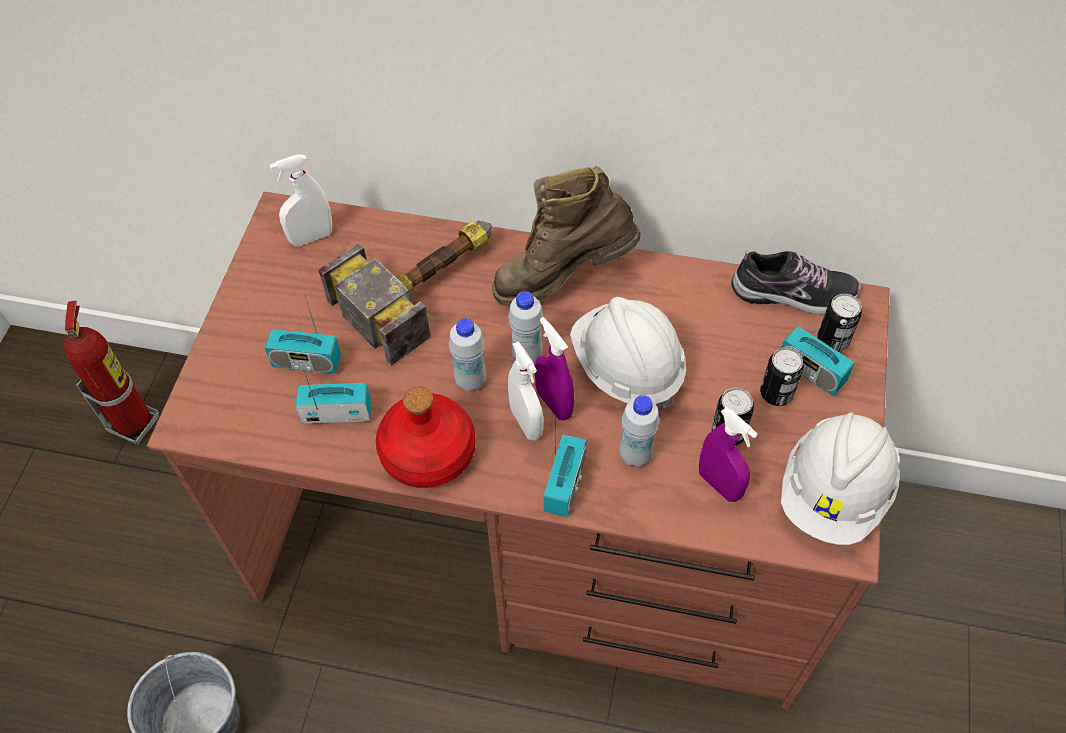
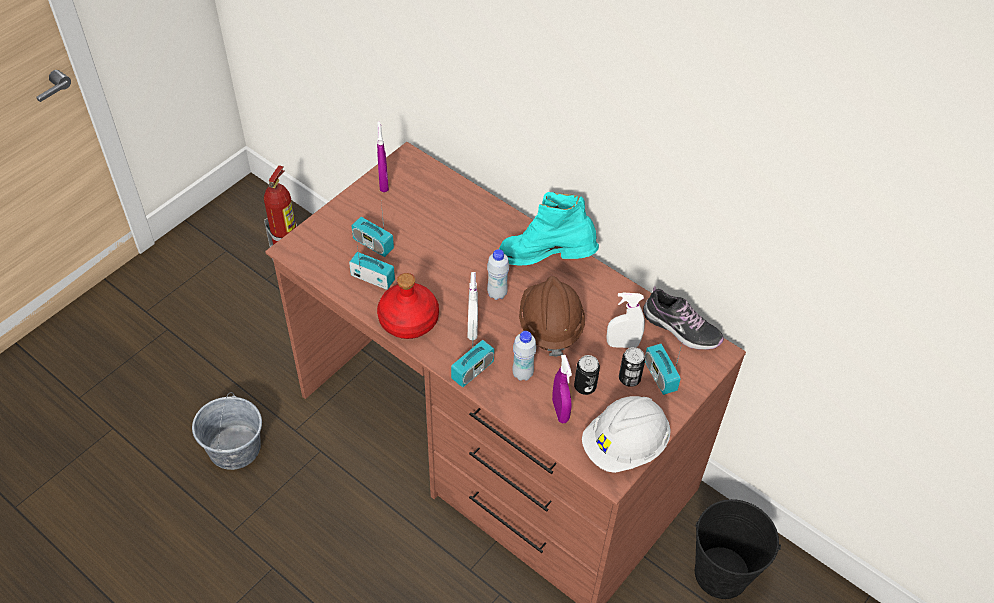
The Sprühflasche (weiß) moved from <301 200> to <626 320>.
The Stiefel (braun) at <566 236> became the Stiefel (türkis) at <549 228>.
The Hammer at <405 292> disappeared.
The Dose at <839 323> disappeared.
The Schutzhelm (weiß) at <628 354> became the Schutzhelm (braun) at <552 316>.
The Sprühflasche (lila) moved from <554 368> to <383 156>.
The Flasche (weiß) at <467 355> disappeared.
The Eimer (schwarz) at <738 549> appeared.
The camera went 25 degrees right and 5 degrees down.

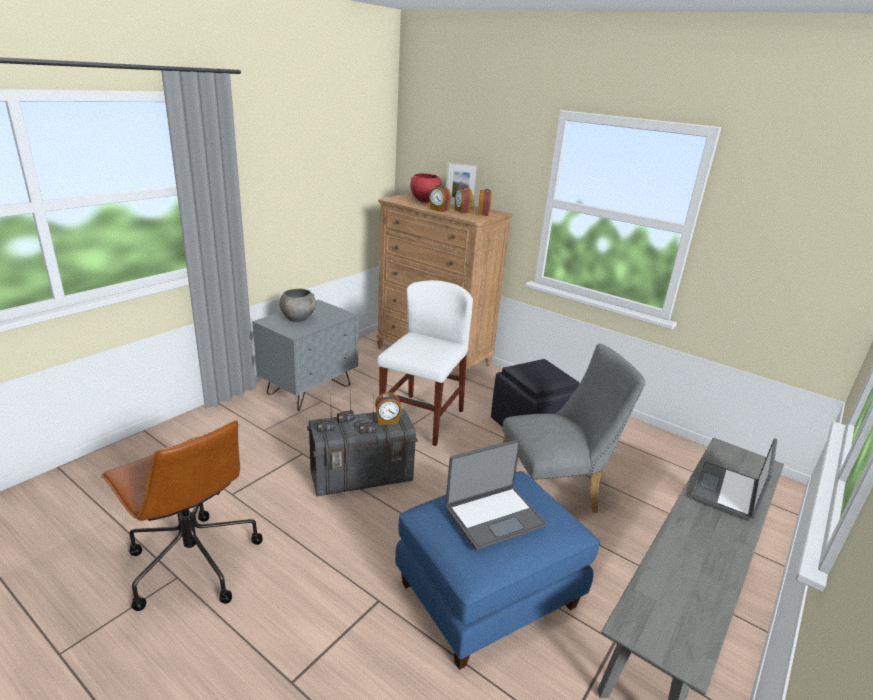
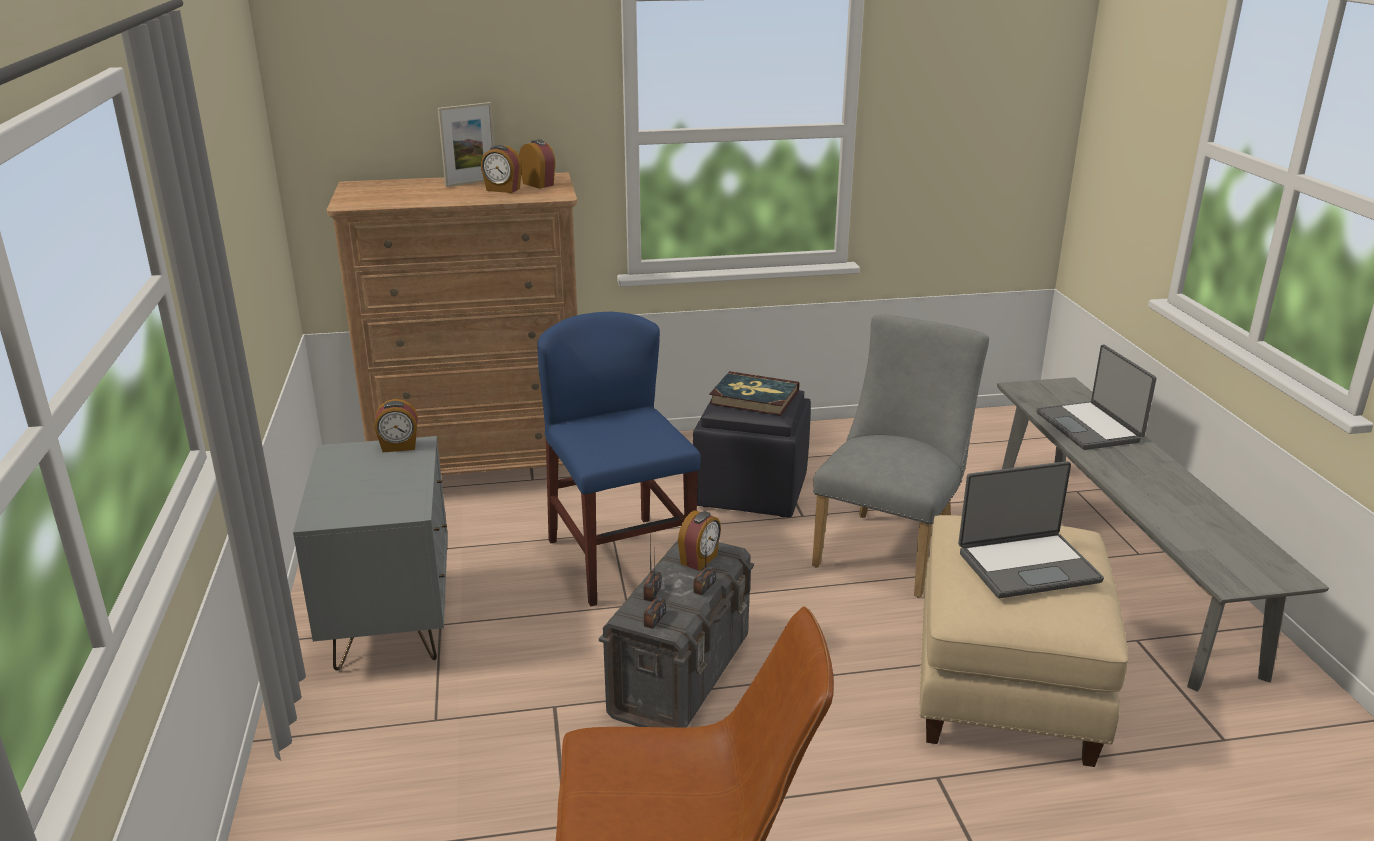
The Schüssel (rot) at <425 187> disappeared.
The Wecker moved from <440 198> to <396 425>.
The Stuhl (weiß) at <425 363> became the Stuhl (blau) at <619 459>.
The Schüssel (grau) at <298 305> disappeared.
The Laptop at <496 495> turned 60 degrees clockwise.
The Polsterhocker (blau) at <497 570> became the Polsterhocker (beige) at <1024 641>.
The Buch at <754 393> appeared.
The camera went 45 degrees left and 0 degrees up.

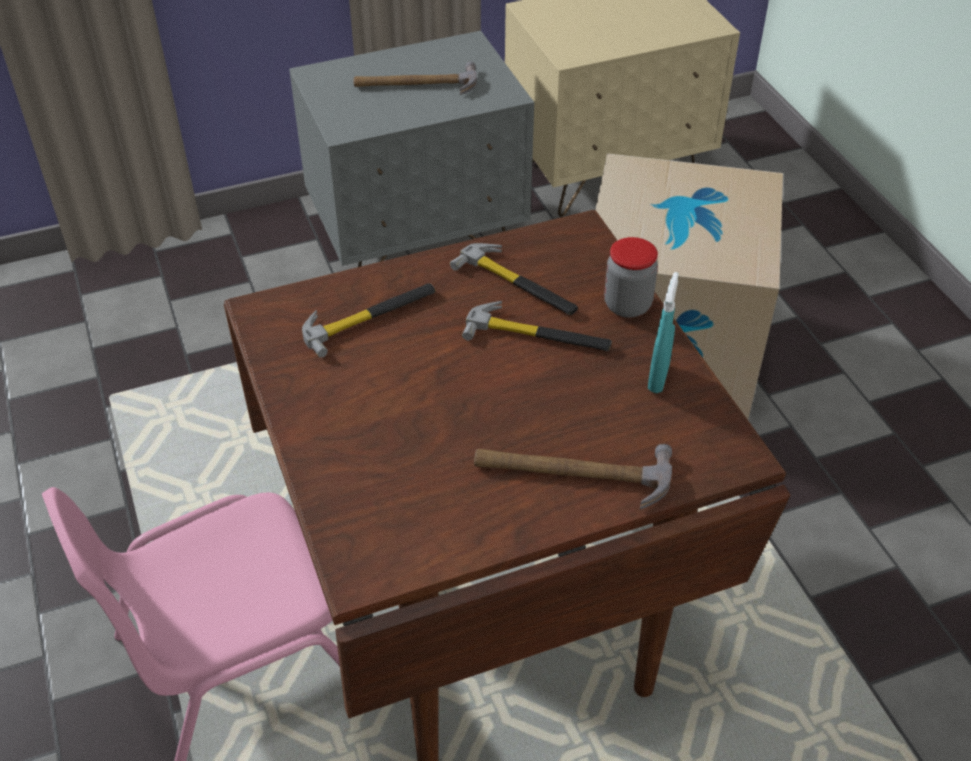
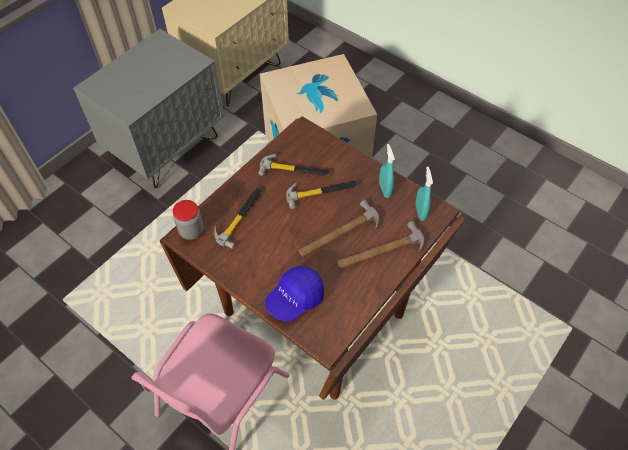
The Hammer moved from <415 78> to <338 228>.
The Vorratsglas moved from <631 277> to <188 220>.
The Sprühflasche (türkis) at <424 194> appeared.
The Kappe (blau) at <294 294> appeared.
The camera went 30 degrees left and 10 degrees up.

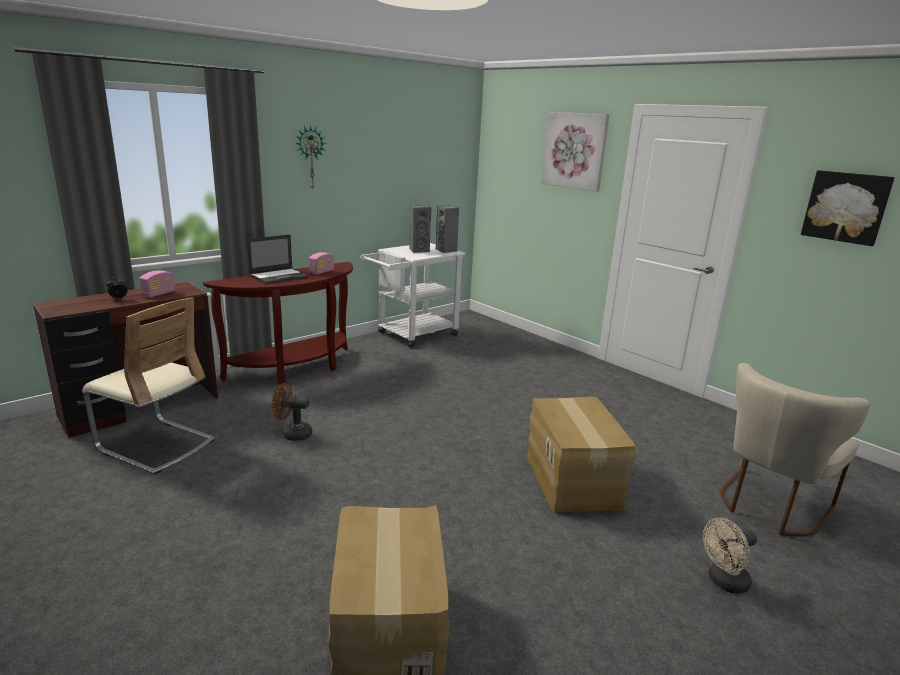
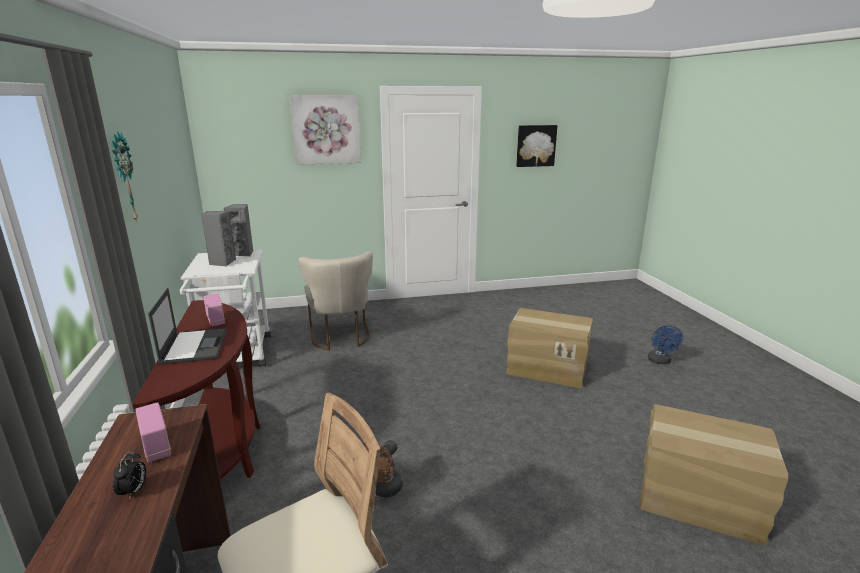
The Stuhl (beige) moved from <795 449> to <336 301>.
The Ventilator (beige) at <730 556> became the Ventilator (blau) at <665 344>.
The camera went 60 degrees left and 0 degrees up.

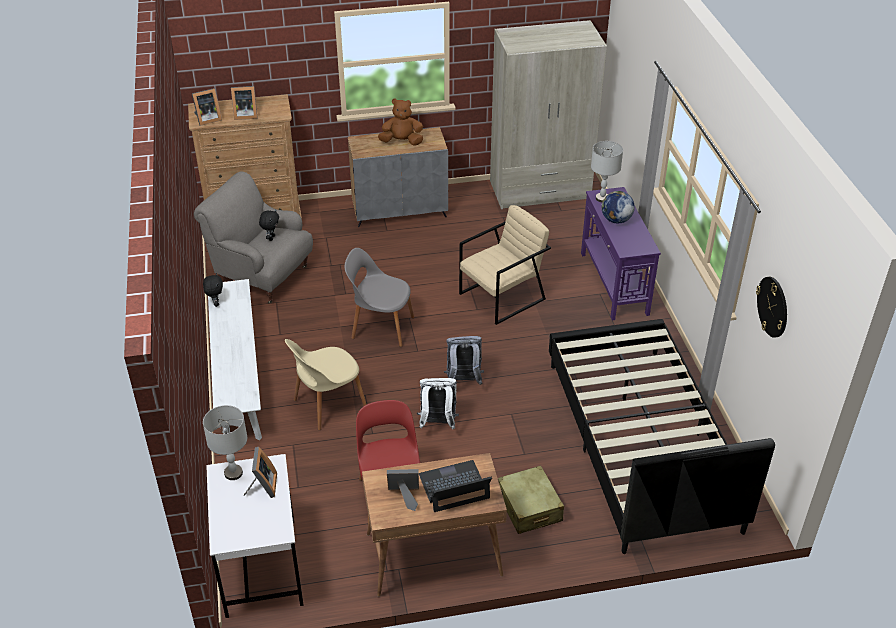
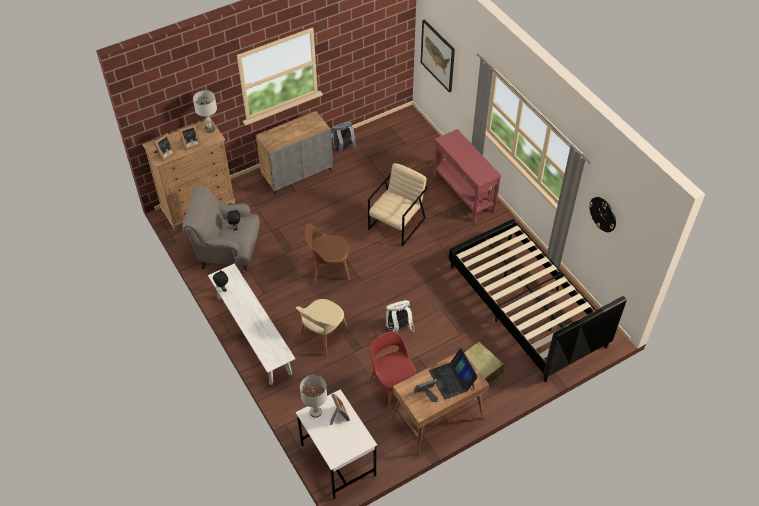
The Kleiderschrank (beige) at <548 114> disappeared.
The Plüschtier (braun) at <400 122> disappeared.
The Tischlampe (grau) moved from <607 171> to <205 111>.
The Konsolentisch (lila) at <621 253> became the Konsolentisch (rot) at <467 175>.
The Globus at <618 207> disappeared.
The Stuhl (grau) at <379 297> became the Stuhl (braun) at <327 254>.
The Rucksack (grau) moved from <464 360> to <344 137>.
The Laptop at <455 486> turned 75 degrees counterclockwise.
The Bild at <438 56> appeared.
The camera went 20 degrees left and 10 degrees up.

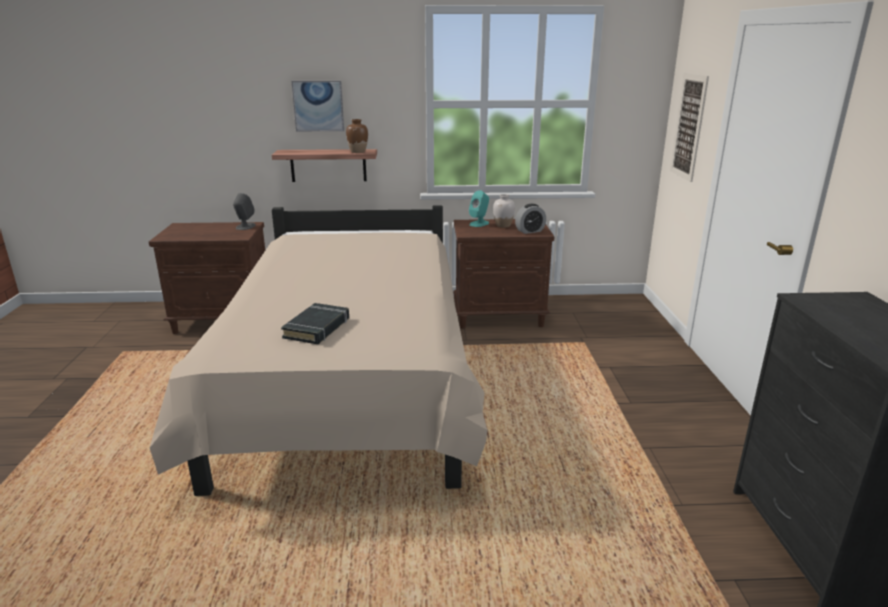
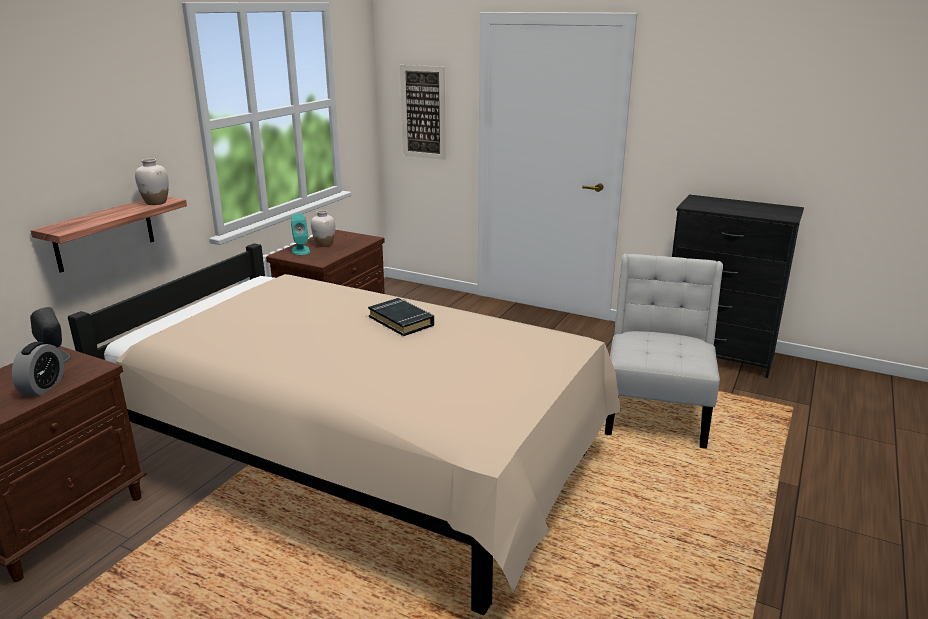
The Bild at <317 106> disappeared.
The Vase (braun) at <357 136> became the Vase (weiß) at <152 181>.
The Wecker moved from <530 219> to <38 369>.
The Buch (schwarz) moved from <315 323> to <401 317>.
The Stuhl (weiß) at <664 351> appeared.
The camera went 60 degrees left and 0 degrees up.

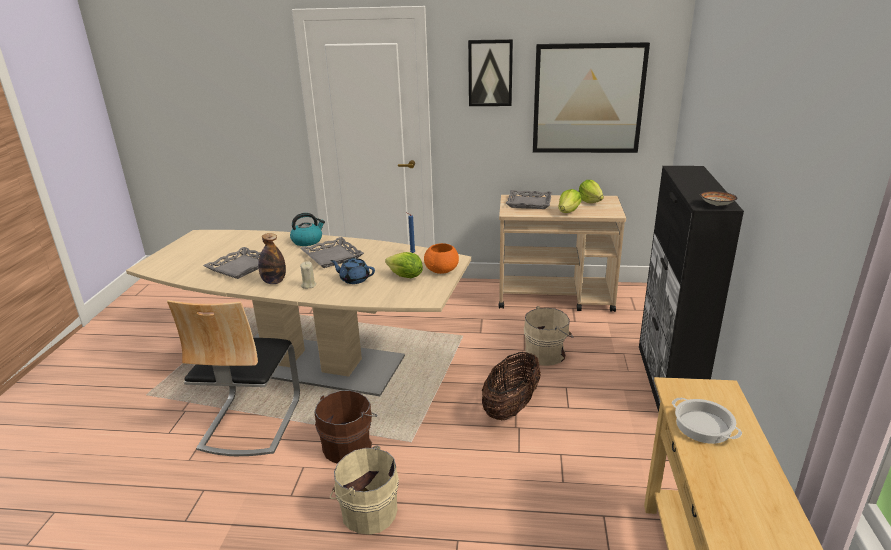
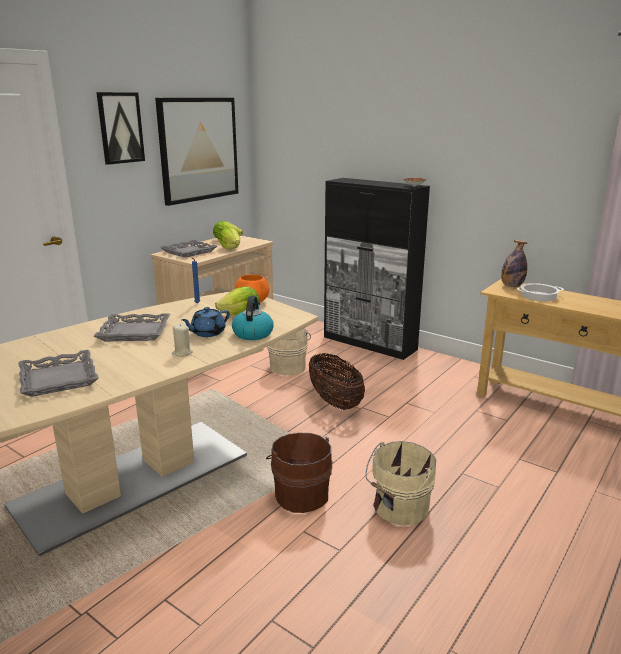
The Wasserkessel moved from <307 229> to <253 318>.
The Flasche moved from <272 258> to <514 263>.
The Stuhl at <233 378> disappeared.
The camera went 60 degrees left and 5 degrees down.

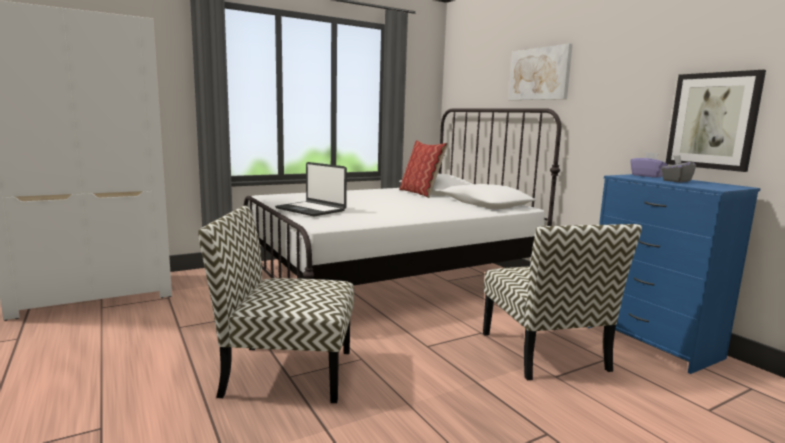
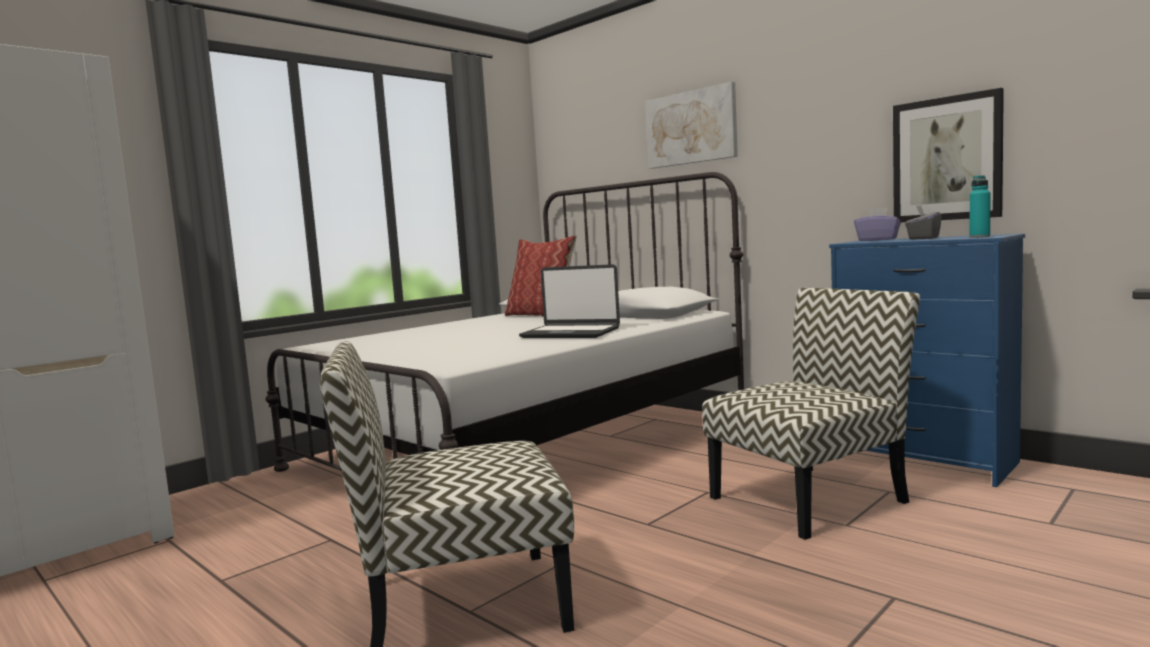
The Laptop moved from <311 189> to <569 301>.
The Stuhl at <562 302> turned 90 degrees counterclockwise.
The Flasche (türkis) at <980 206> appeared.
The camera went 15 degrees left and 5 degrees down.

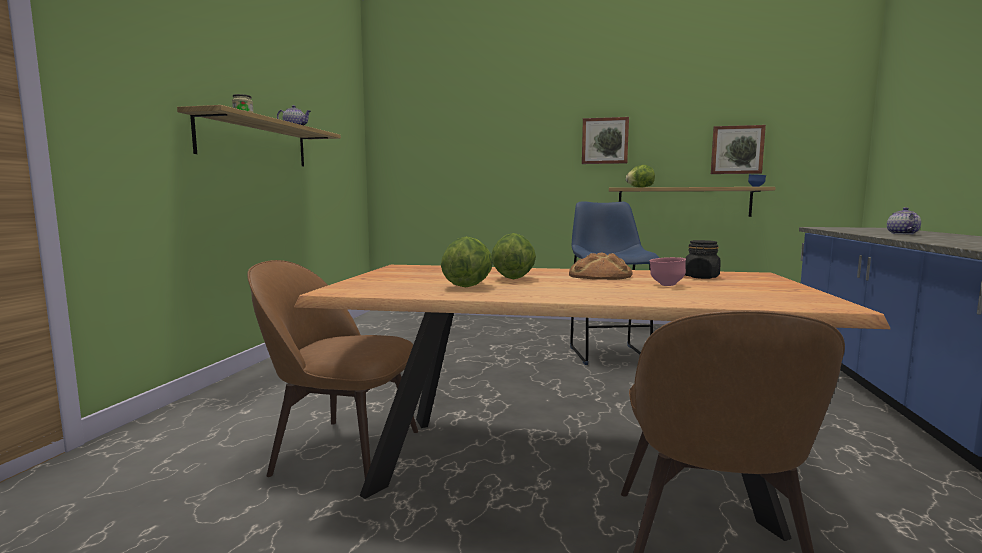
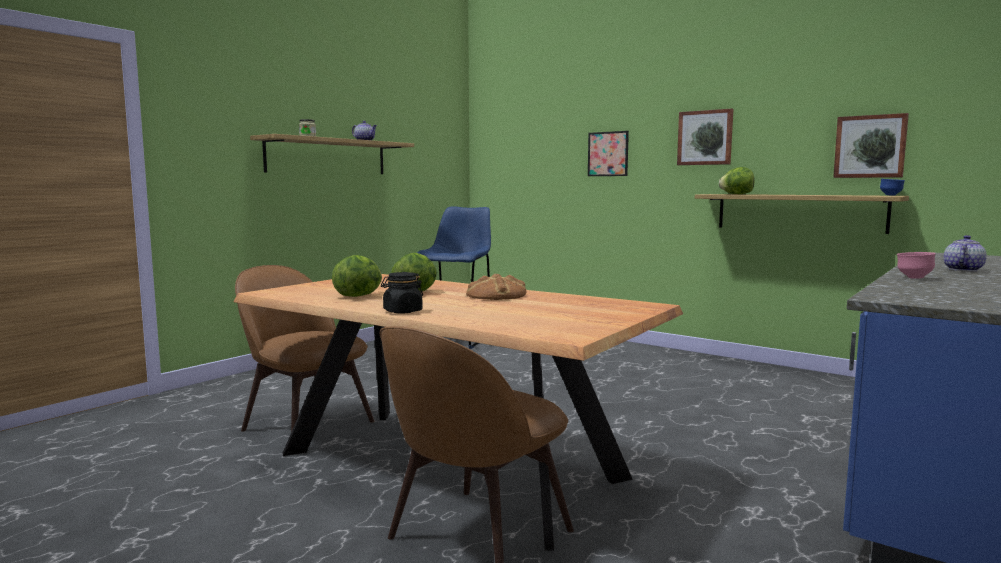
The Hocker (blau) moved from <614 283> to <454 277>.
The Vorratsglas (schwarz) moved from <703 259> to <402 293>.
The Schüssel (rosa) moved from <667 271> to <916 265>.
The Bild at <608 153> appeared.
The camera went 25 degrees right and 0 degrees up.

